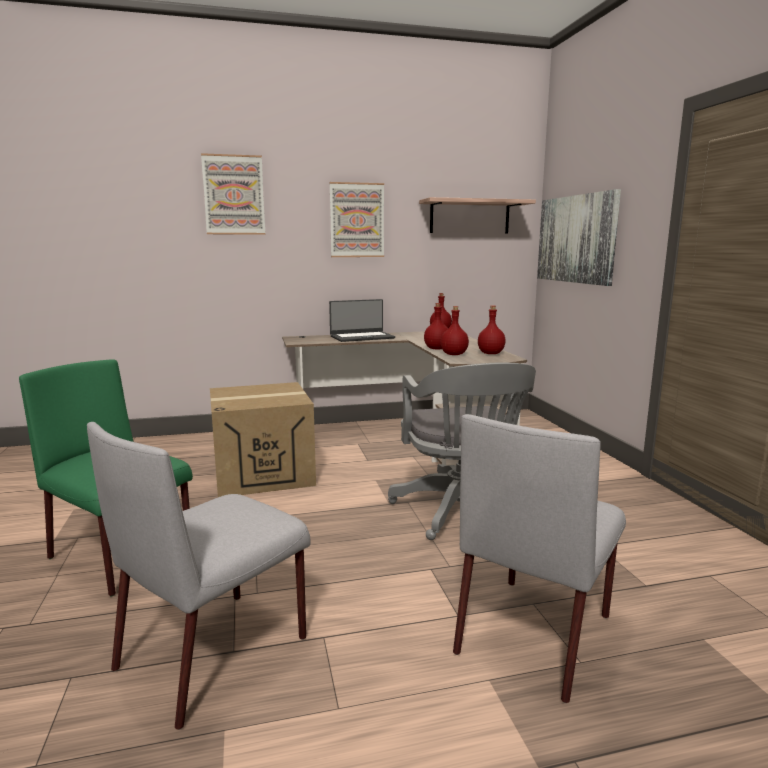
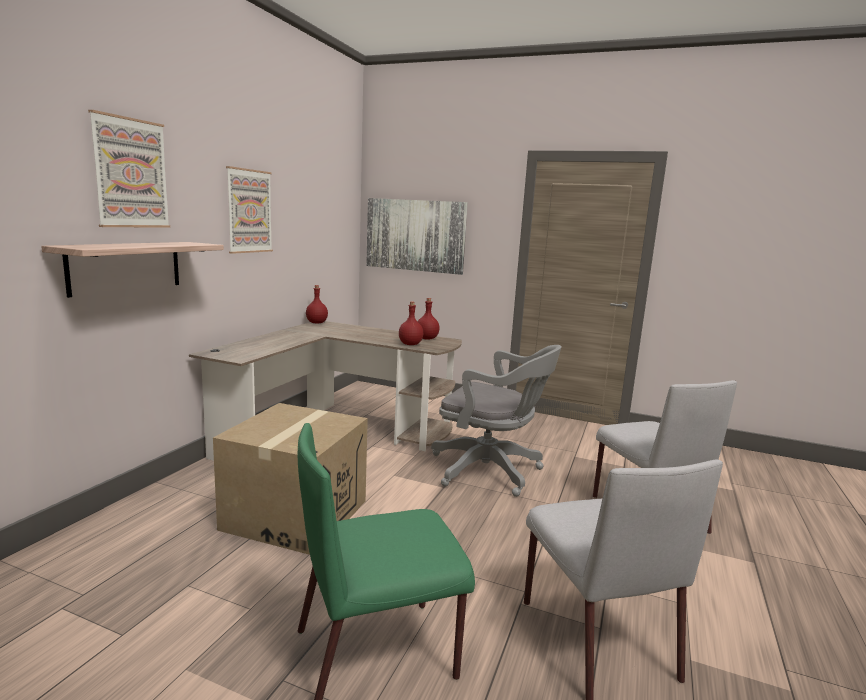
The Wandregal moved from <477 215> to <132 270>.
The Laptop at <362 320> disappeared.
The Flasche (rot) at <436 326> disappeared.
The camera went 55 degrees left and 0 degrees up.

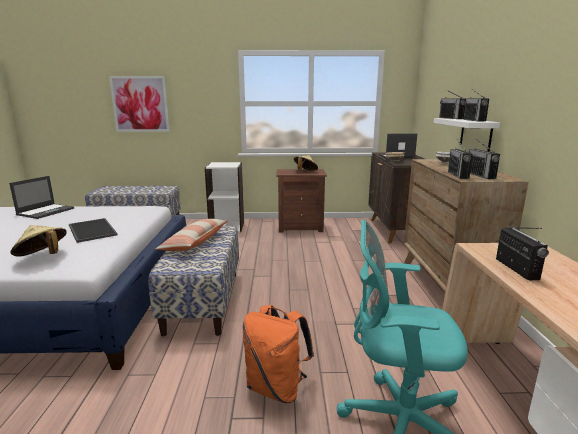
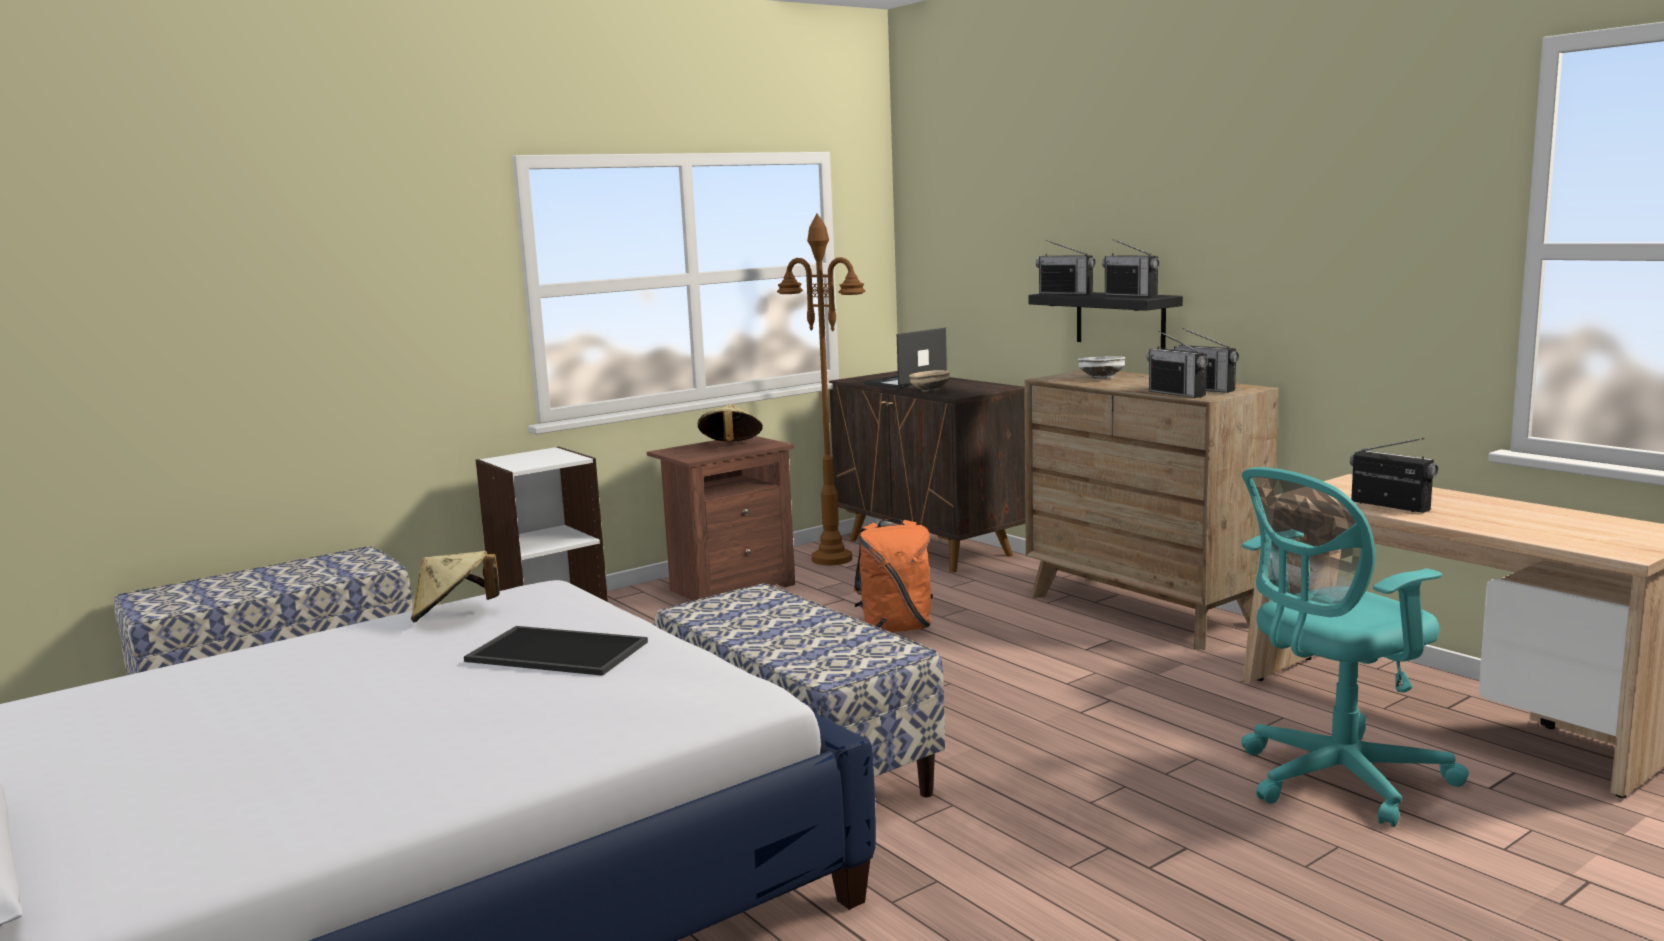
The Bild at <139 104> disappeared.
The Wandregal (weiß) at <467 135> became the Wandregal (schwarz) at <1105 320>.
The Laptop at <41 197> disappeared.
The Kissen at <191 235> disappeared.
The Hut (beige) moved from <38 240> to <455 586>.
The Rucksack (orange) moved from <278 354> to <893 575>.
The Stehlampe (braun) at <821 389> appeared.
The camera went 35 degrees left and 5 degrees down.

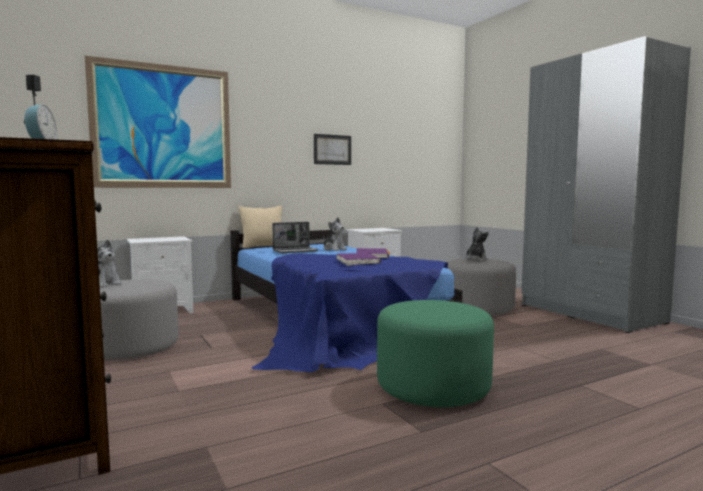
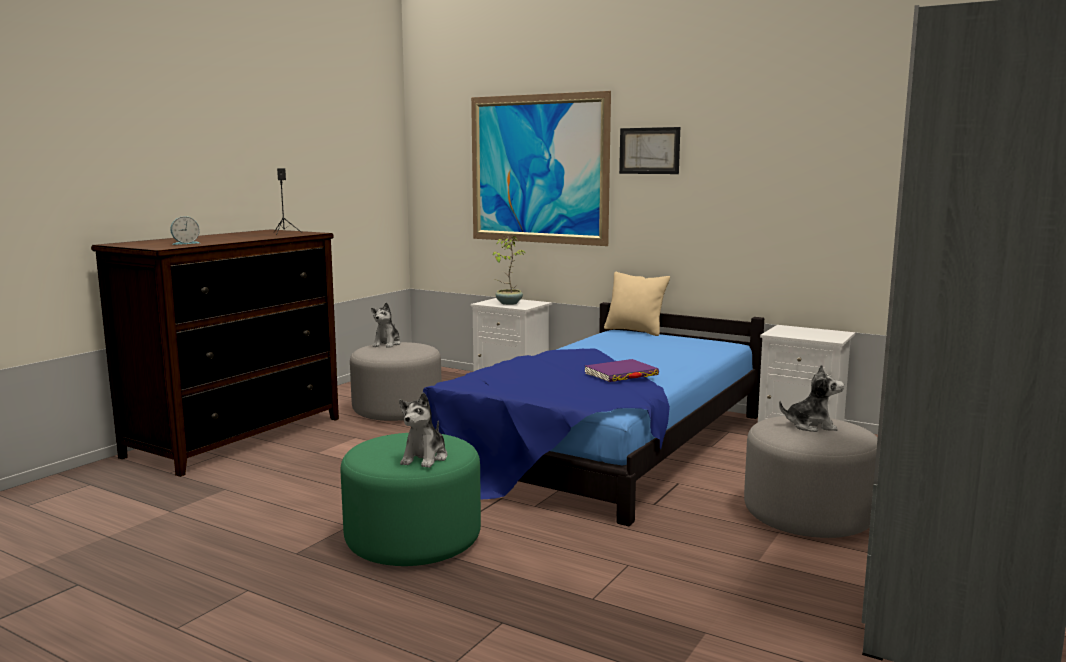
The Bild moved from <332 149> to <649 150>.
The Plüschtier moved from <335 234> to <423 430>.
The Laptop at <295 237> disappeared.
The Buch (lila) at <359 259> disappeared.
The Topfpflanze at <509 270> appeared.
The camera went 60 degrees right and 5 degrees up.

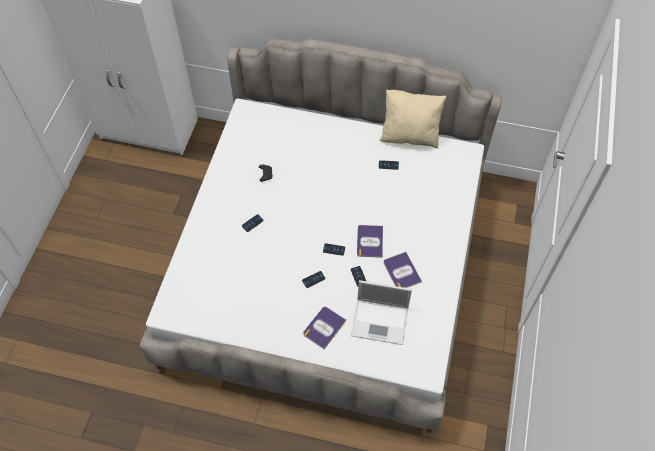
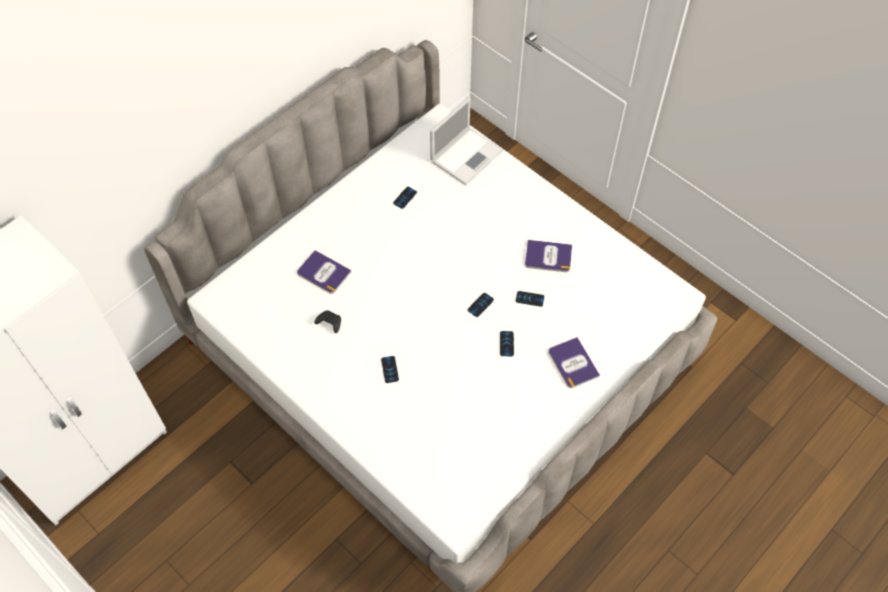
The Kissen (beige) at <413 118> disappeared.
The Buch moved from <370 241> to <324 272>.
The Laptop moved from <381 312> to <466 141>.
The camera went 60 degrees left and 0 degrees up.

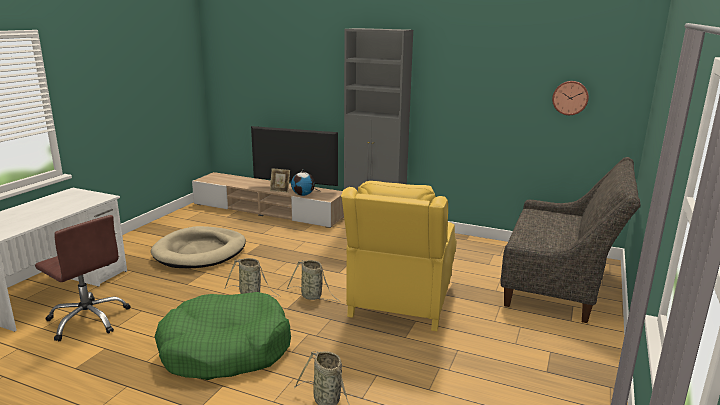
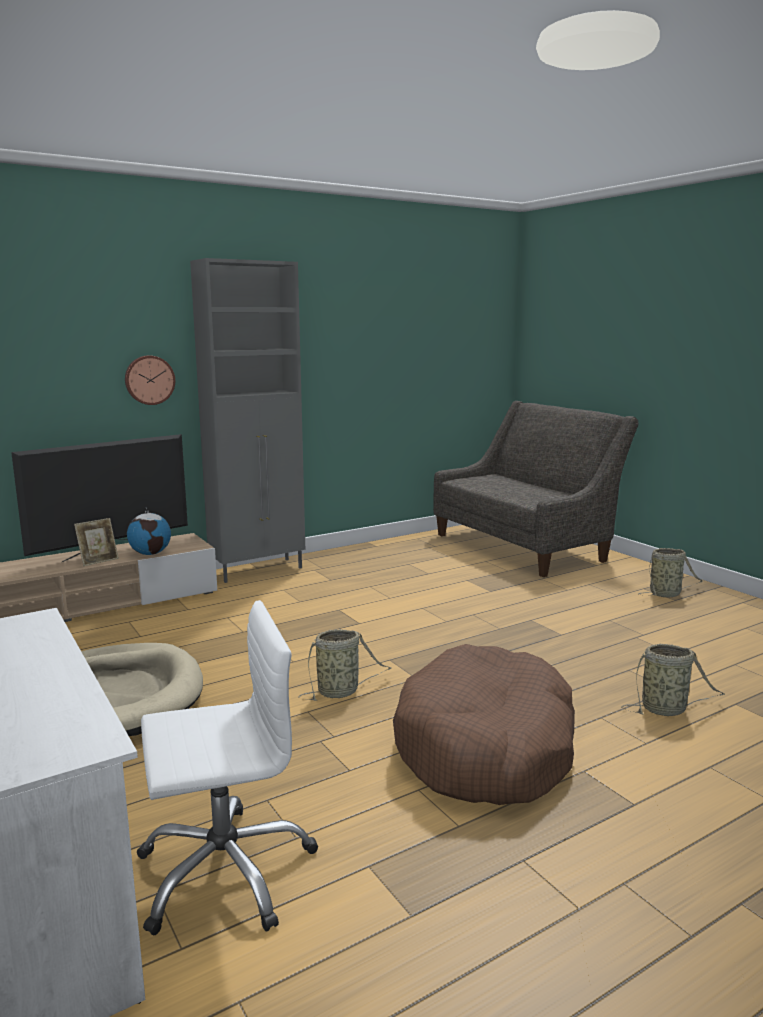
The Wanduhr moved from <570 98> to <150 380>.
The Sessel (gelb) at <399 256> disappeared.
The Bürostuhl (braun) at <82 278> became the Bürostuhl (weiß) at <227 767>.
The Korb moved from <313 281> to <670 572>.
The Hundebett (grün) at <222 336> became the Hundebett (braun) at <484 724>.
The camera went 55 degrees left and 5 degrees down.

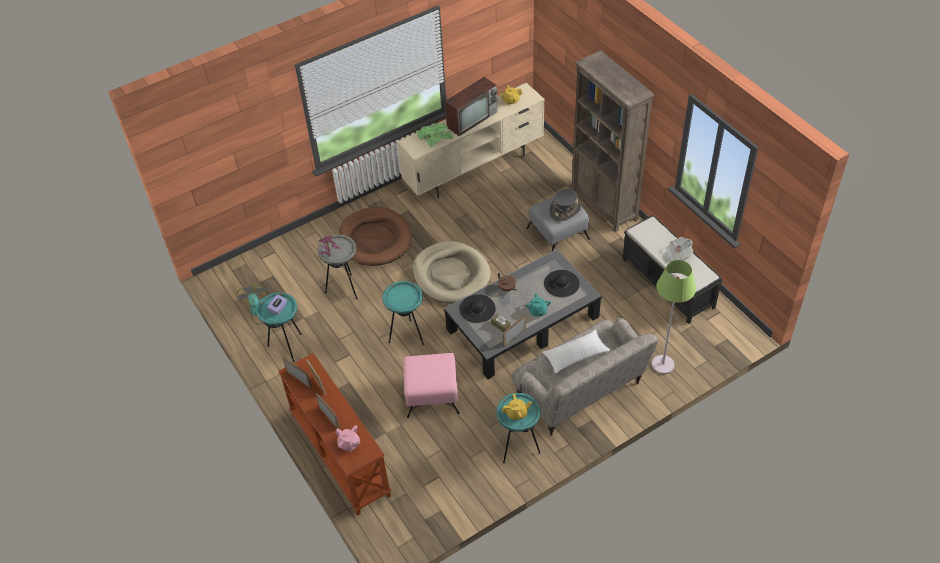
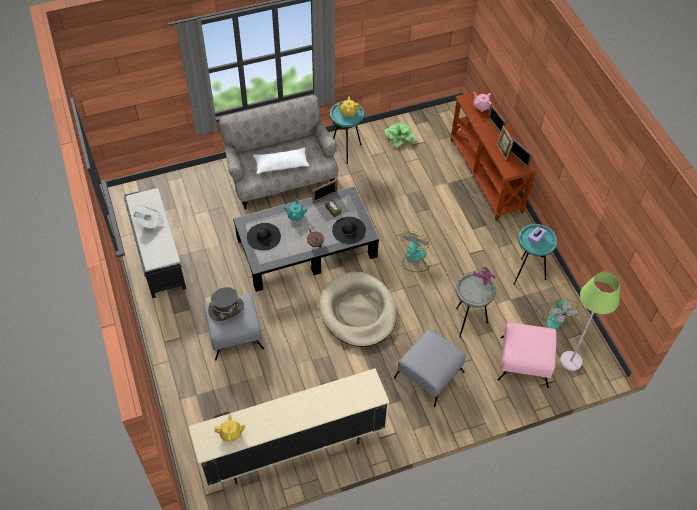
The Bücherregal (braun) at <613 141> disappeared.
The Fernseher at <471 106> disappeared.
The Topfpflanze moved from <435 135> to <400 135>.
The Hundebett (braun) at <375 236> was replaced by the Polsterhocker (grau) at <430 368>.
The Stehlampe (grün) moved from <674 317> to <590 321>.
The Beistelltisch (türkis) at <403 313> was replaced by the Ventilator at <415 251>.
The Polsterhocker (rosa) moved from <431 385> to <527 355>.
The camera went 170 degrees left and 5 degrees up.

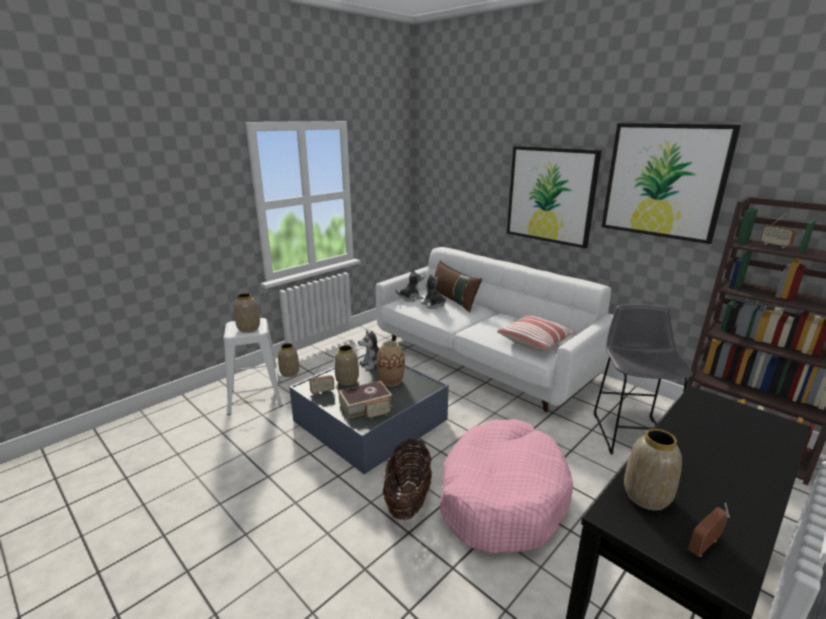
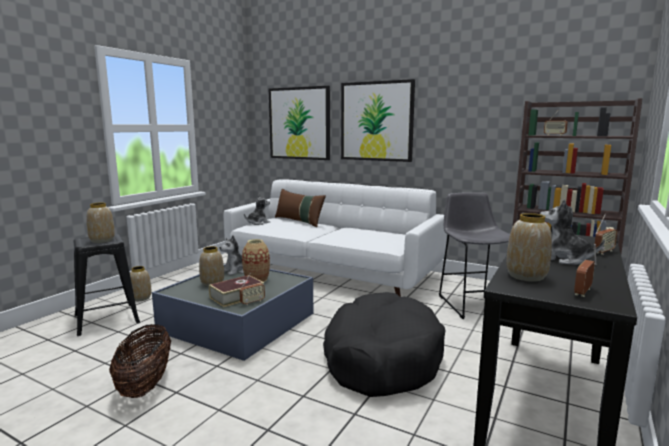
The Bild moved from <671 183> to <299 123>.
The Plüschtier moved from <433 291> to <572 232>.
The Kissen at <536 333> disappeared.
The Hocker (weiß) at <253 366> became the Hocker (schwarz) at <106 285>.
The Radio moved from <322 380> to <606 234>.
The Hundebett (rosa) at <506 486> became the Hundebett (schwarz) at <384 344>.
The Korb moved from <407 479> to <140 361>.
The camera went 15 degrees left and 10 degrees down.

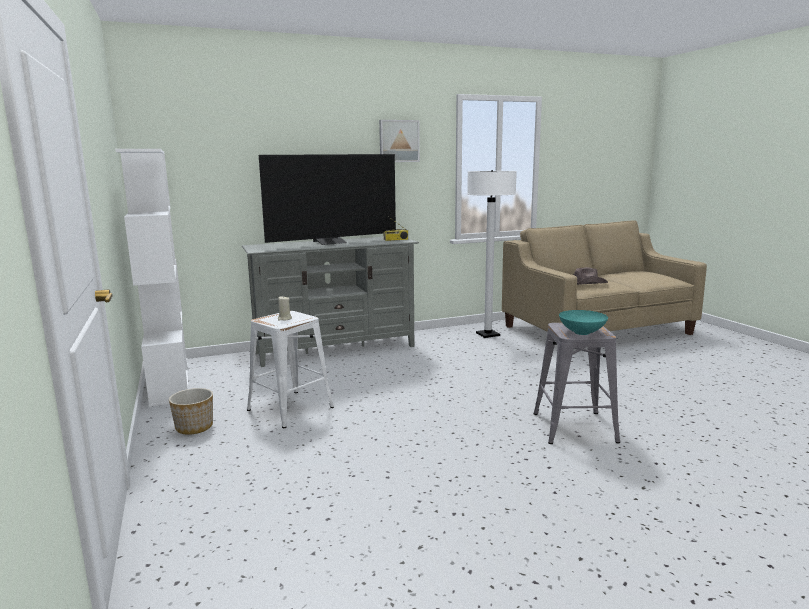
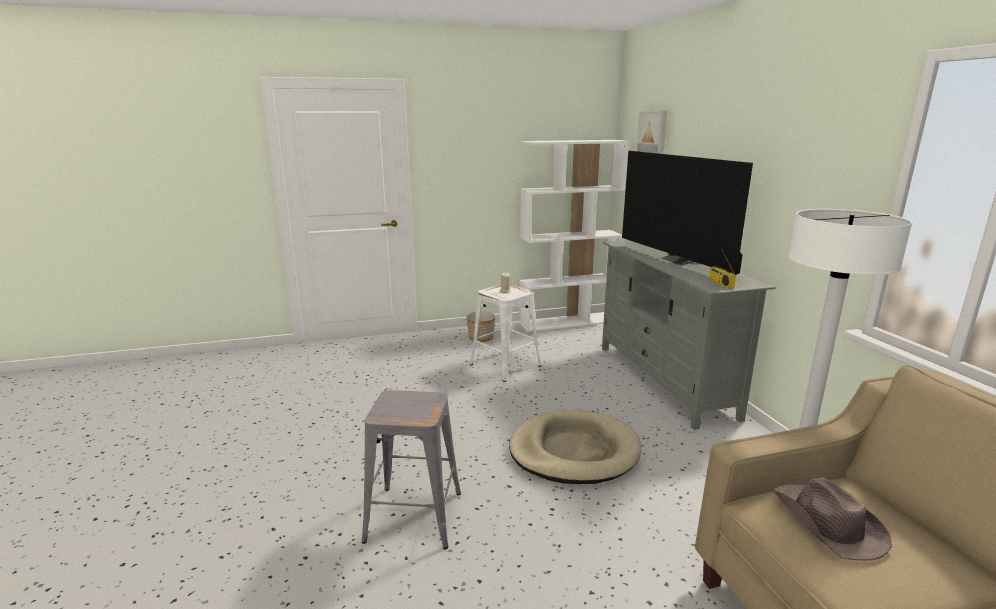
The Bild moved from <399 141> to <651 132>.
The Schüssel (türkis) at <583 322> disappeared.
The Hundebett (beige) at <575 447> appeared.
The camera went 95 degrees right and 5 degrees up.

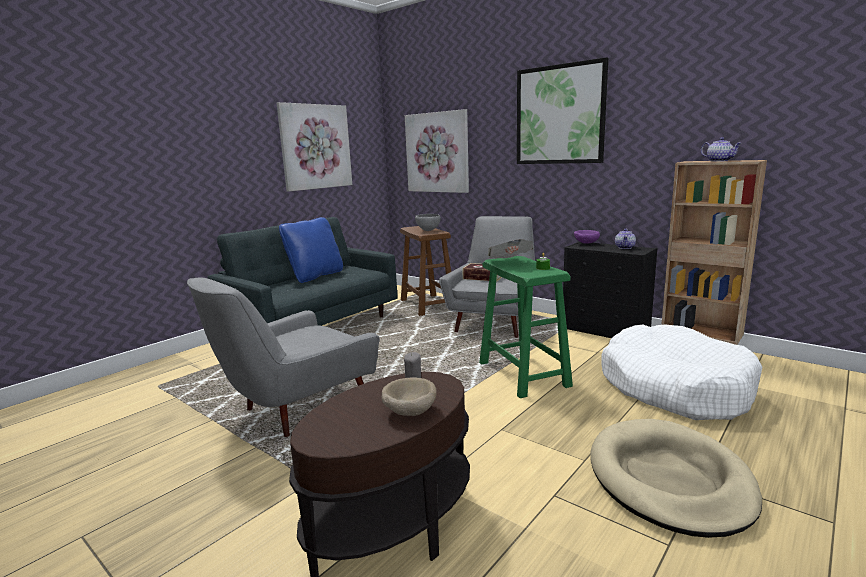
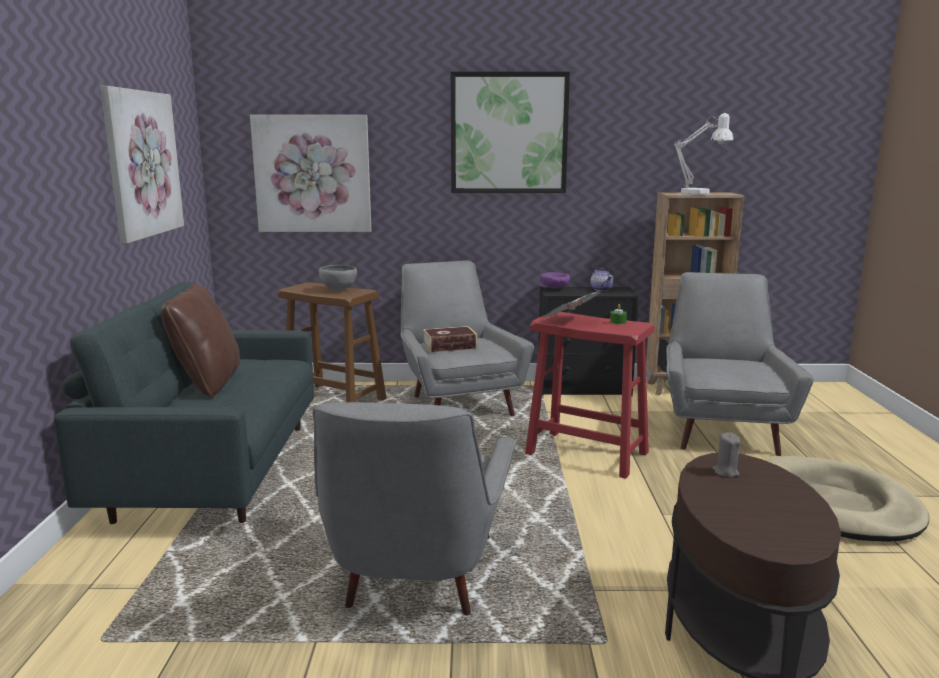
The Teekanne at <721 149> was replaced by the Tischlampe (weiß) at <704 154>.
The Kissen (blau) at <311 250> became the Kissen (braun) at <200 341>.
The Hocker (grün) at <526 327> became the Hocker (rot) at <590 395>.
The Hundebett (weiß) at <681 372> was replaced by the Sessel (grau) at <740 364>.
The Schüssel (beige) at <409 396> disappeared.
The camera went 40 degrees left and 0 degrees up.

